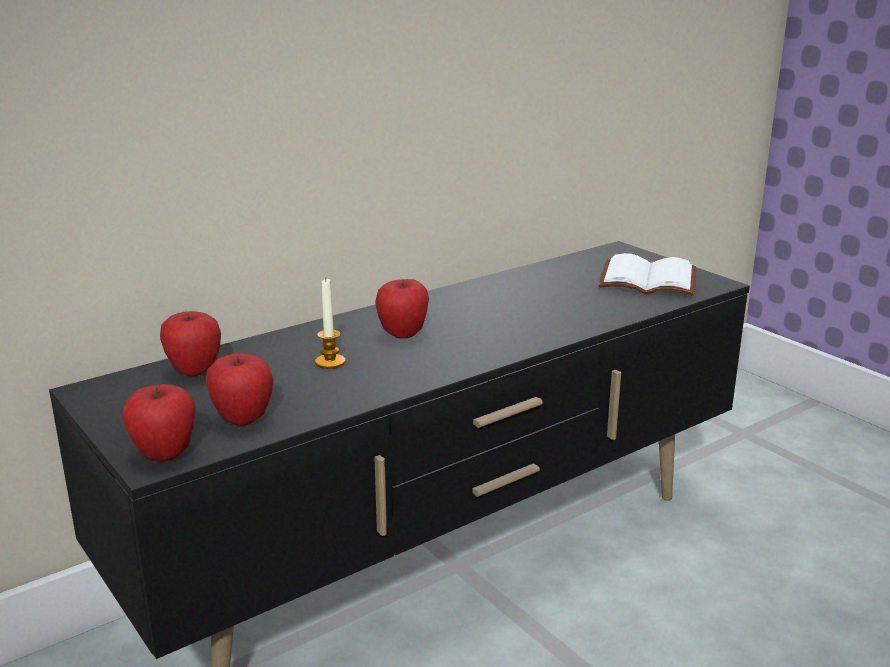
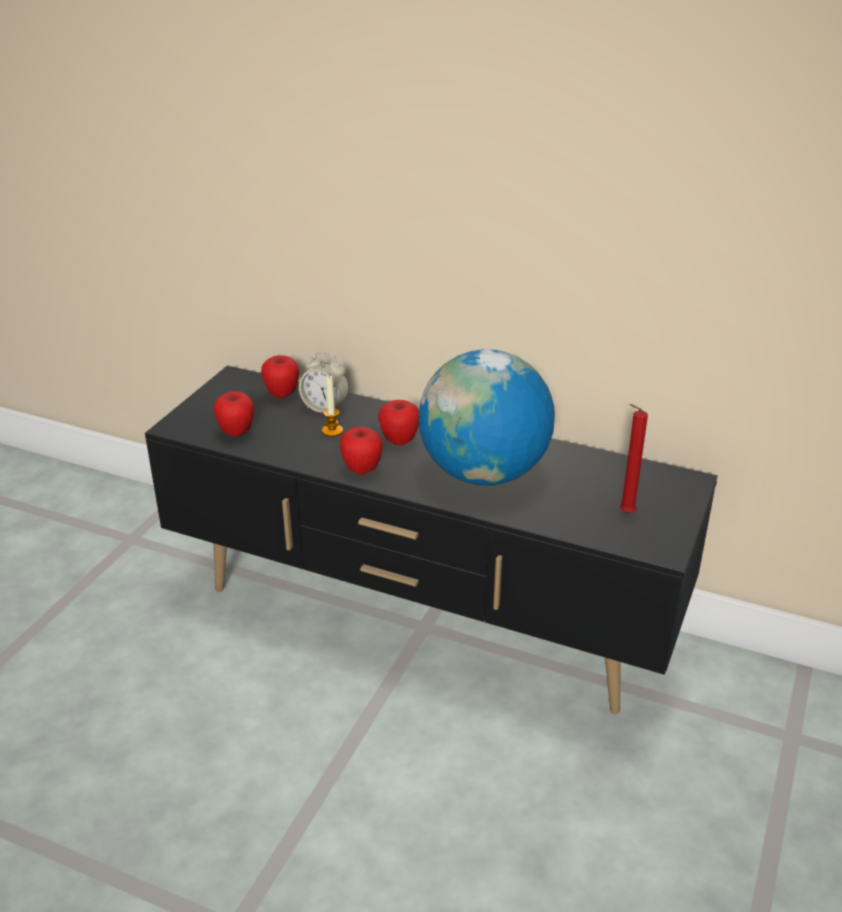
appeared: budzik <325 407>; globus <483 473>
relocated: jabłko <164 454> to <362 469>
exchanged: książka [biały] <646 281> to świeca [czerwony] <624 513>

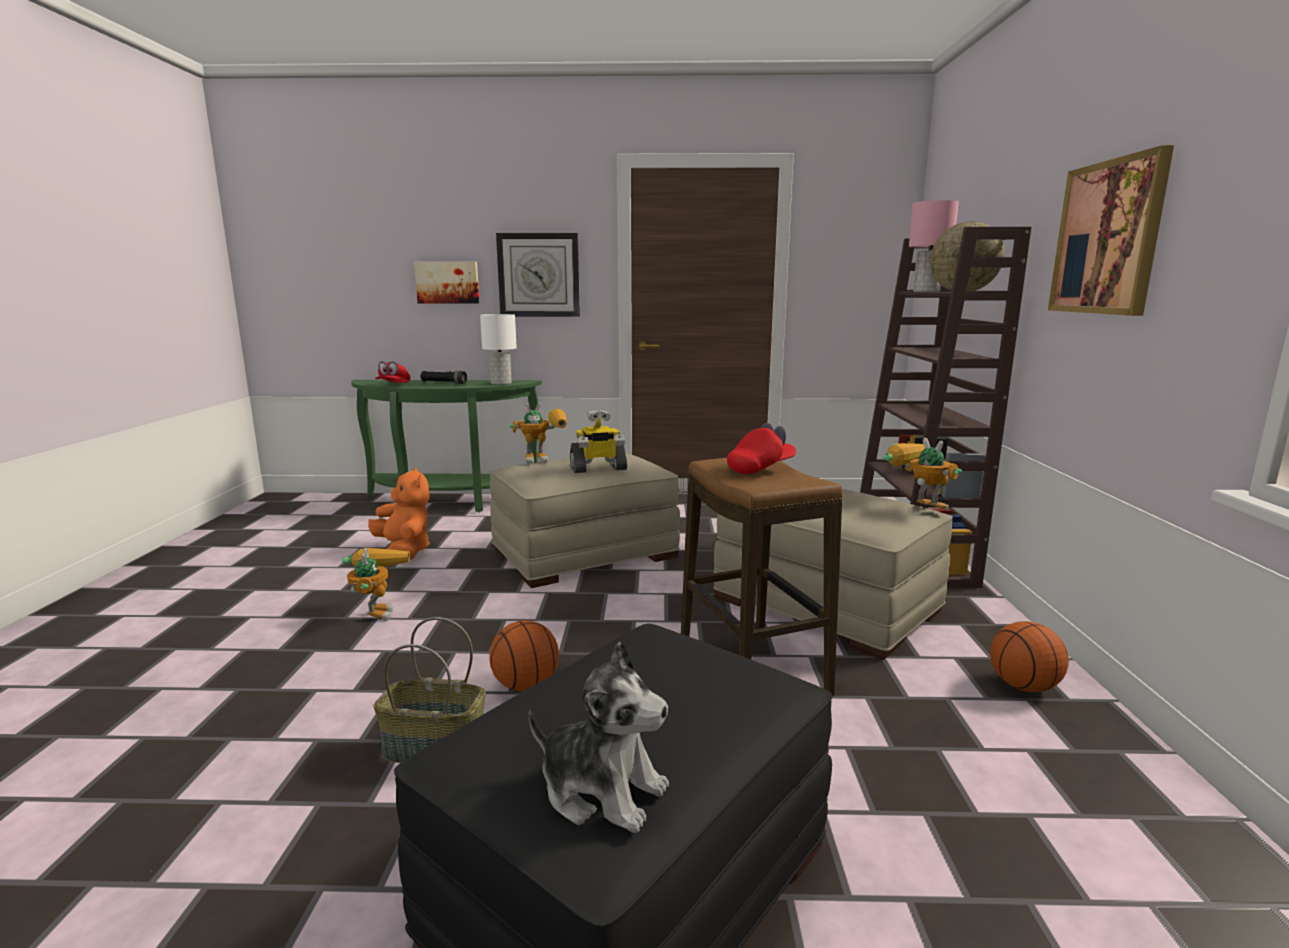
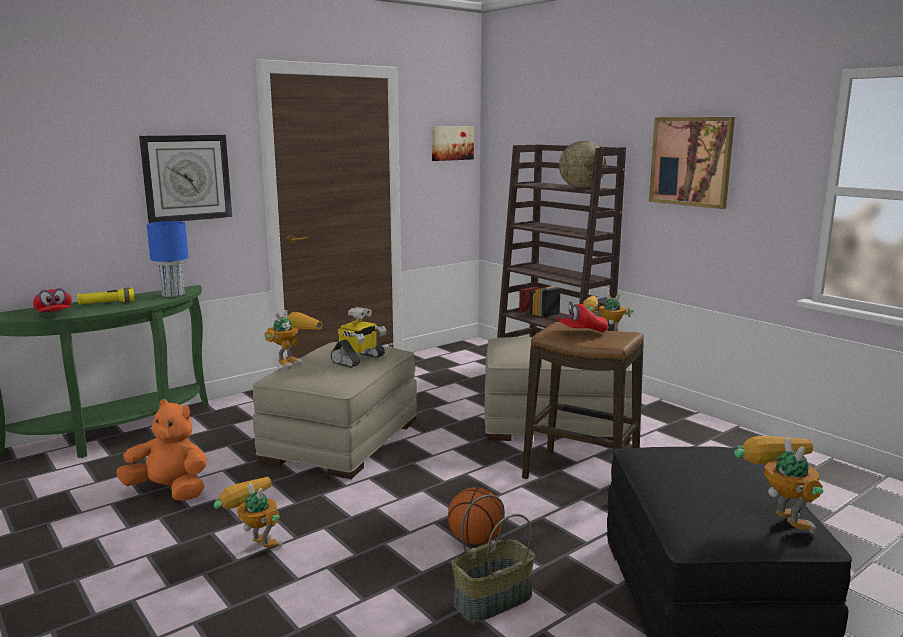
missing: lampa stołowa [różowy] <927 291>; piłka do koszykówki <1023 687>
relocated: obraz <447 282> to <451 143>
exchanged: pluszak <602 790> to robot zabawkowy <776 518>
colour: latarka [czarny] <444 383> to latarka [żółty] <107 303>; lampa stołowa [biały] <500 383> to lampa stołowa [niebieski] <172 294>
spun: czapka z daszkiem [czerwony] <761 468> = <581 332> 120 degrees counterclockwise

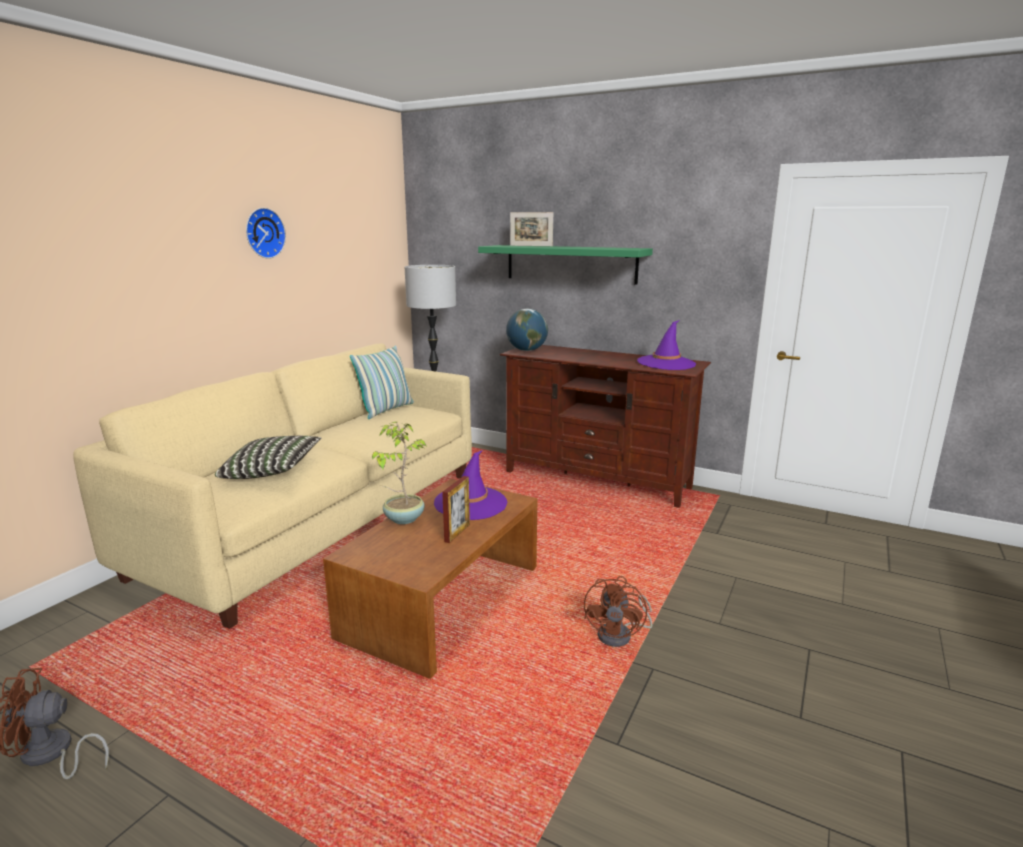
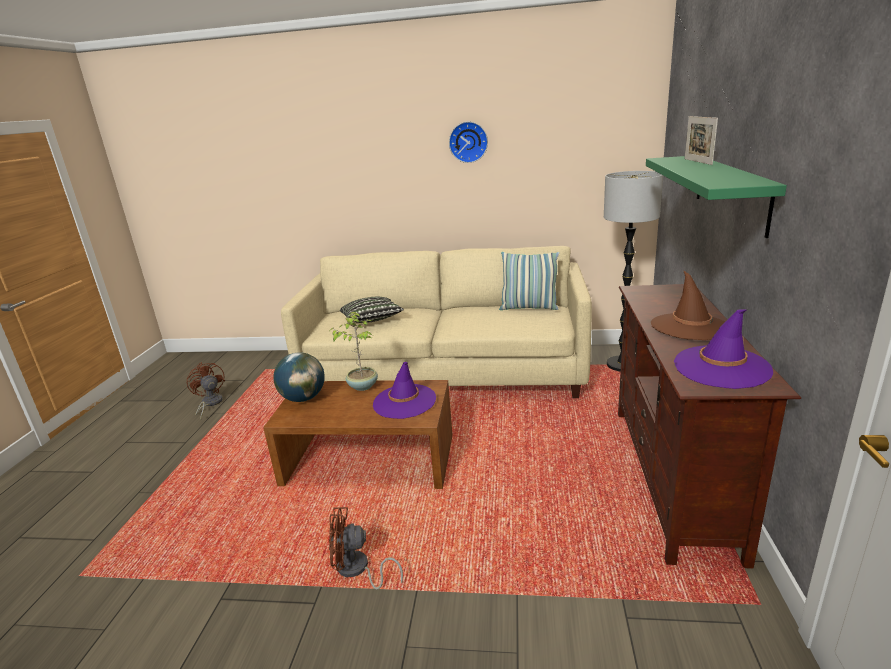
missing: ramka na zdjęcie <457 533>
appeared: kapelusz [brązowy] <690 327>
relocated: globus <526 350> to <303 398>

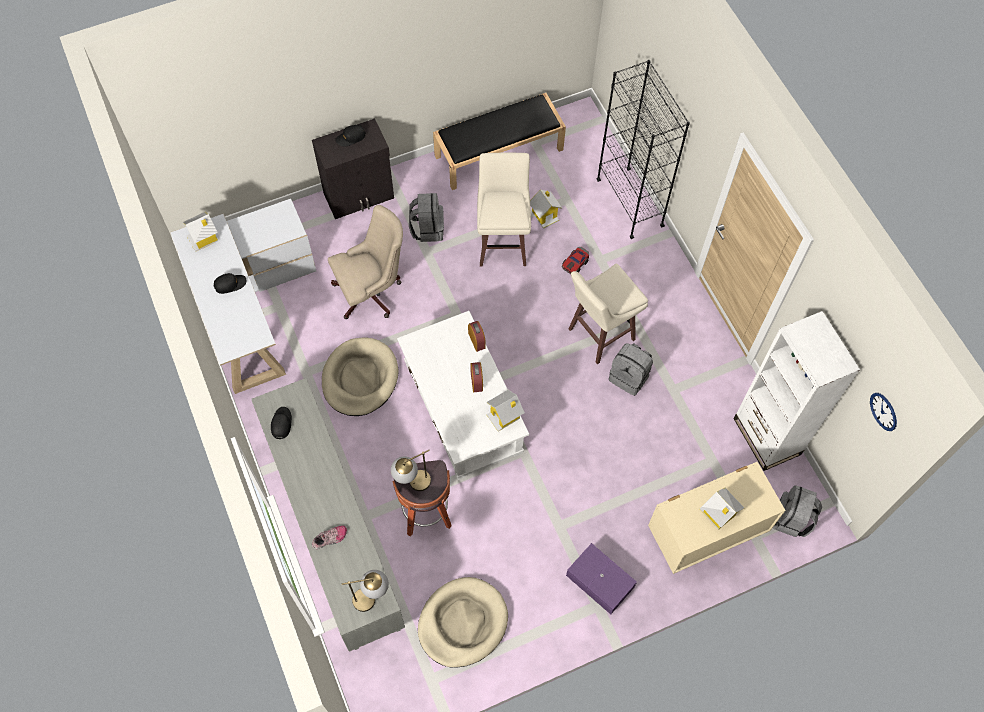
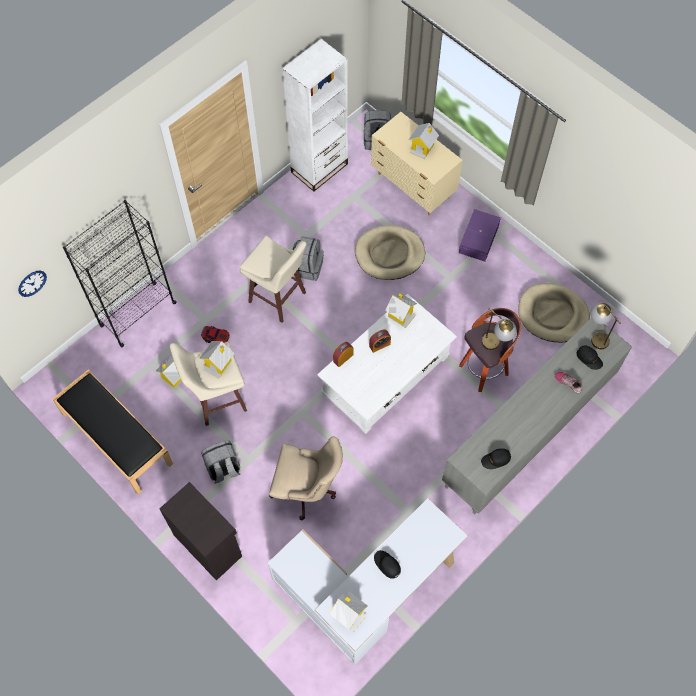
appeared: domek <218 364>
relocated: legowisko [beżowy] <360 378> to <389 254>; czapka z daszkiem [czarny] <350 137> to <589 358>; zegar ścienny <883 411> to <32 283>
spun: krzesło biurowe [beżowy] <372 292> = <307 489> 150 degrees clockwise

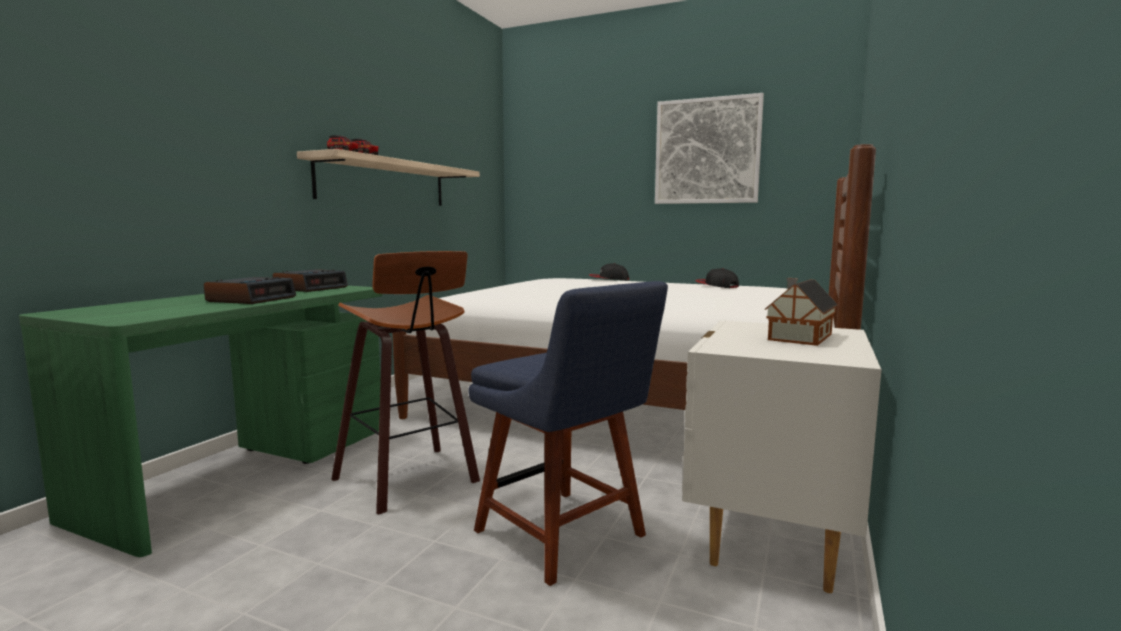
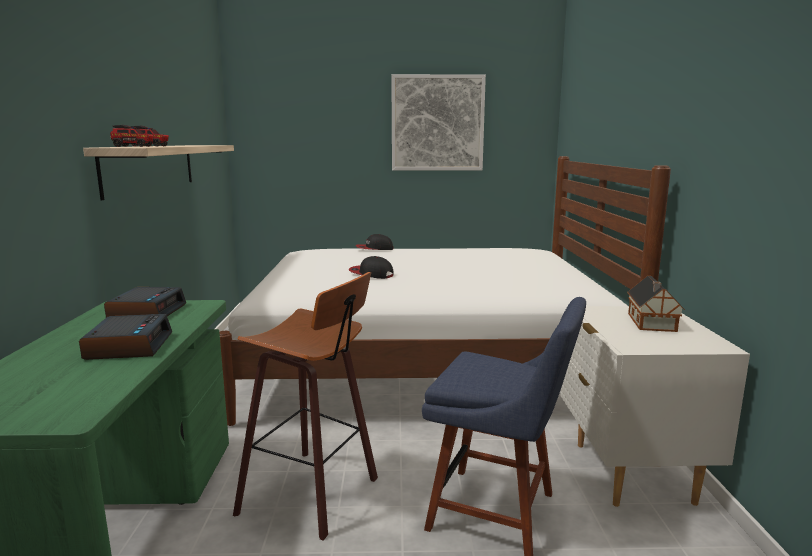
relocated: czapka z daszkiem <716 285> to <371 274>

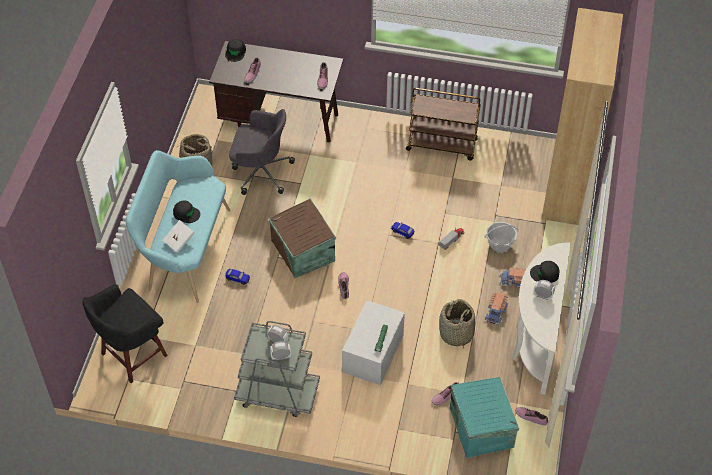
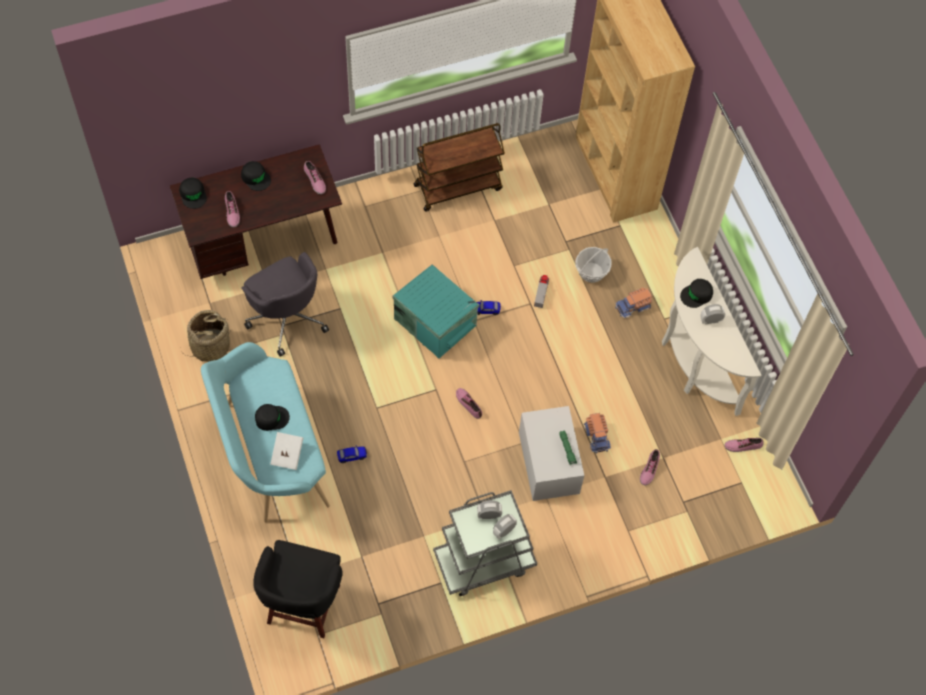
missing: pojemnik do przechowywania [brązowy] <302 251>; koszyk <456 334>
appeared: czapka z daszkiem [czarny] <256 177>
relocated: pojemnik do przechowywania [turkusowy] <482 426> to <435 321>; ciężarówka zabawkowa <496 312> to <597 436>
spun: krzesło biurowe [szary] <261 171> = <287 316> 75 degrees clockwise

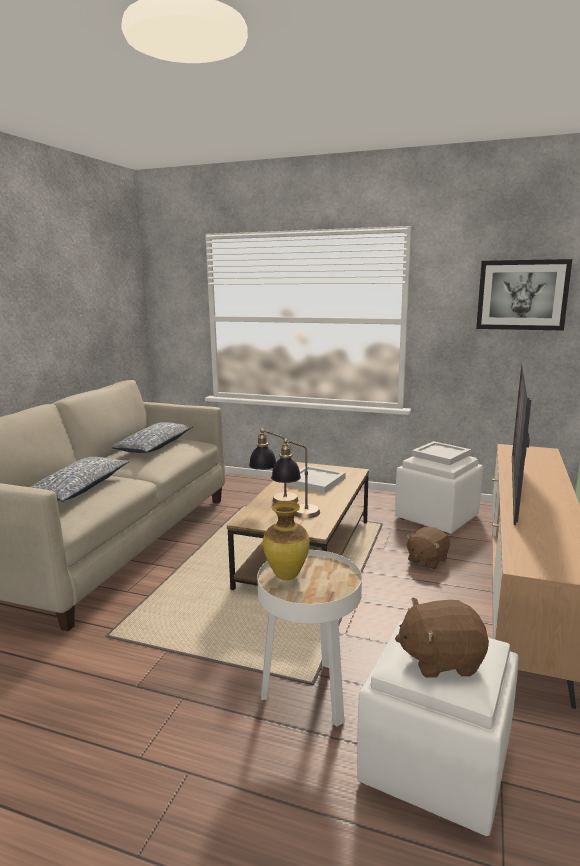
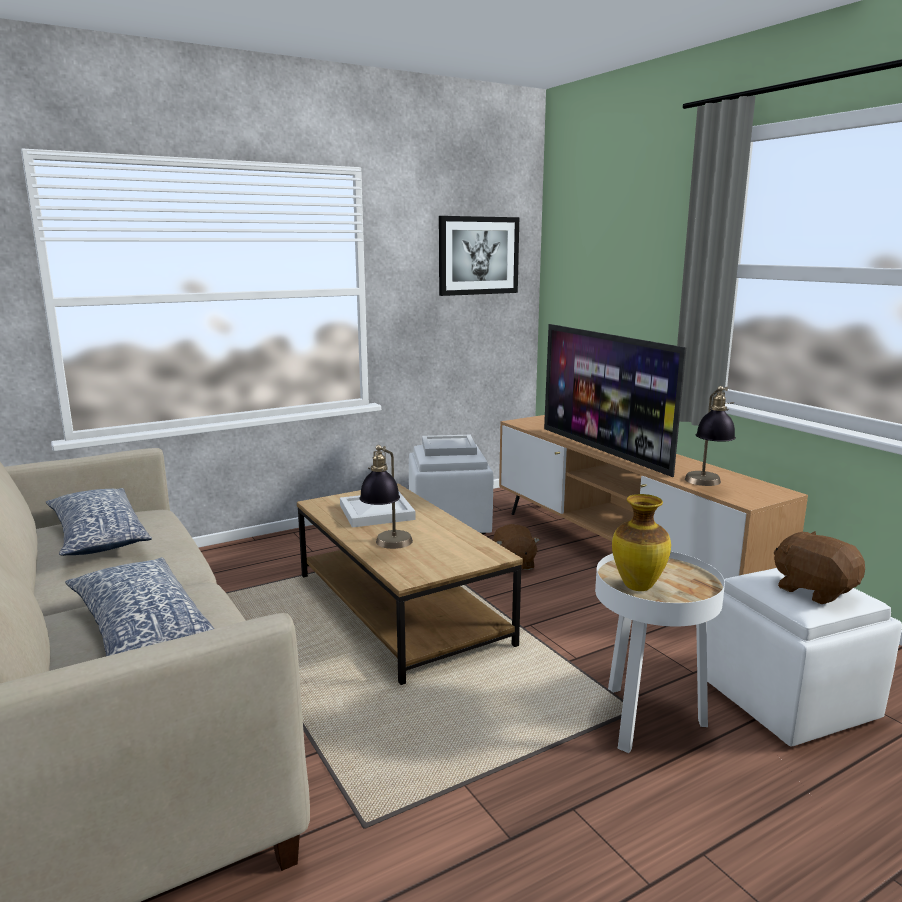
relocated: lampa stołowa <296 515> to <706 485>
spun: pluszak [brązowy] <440 659> = <814 590> 105 degrees clockwise

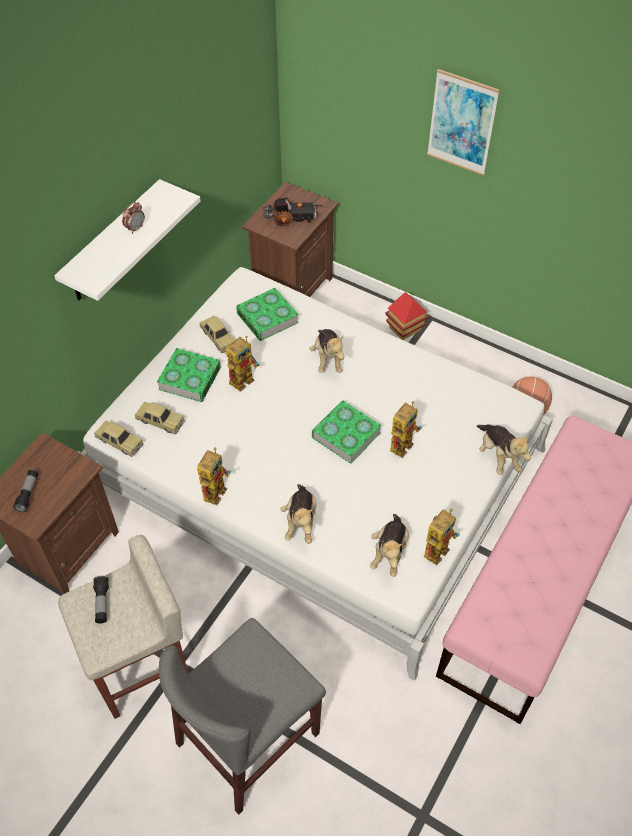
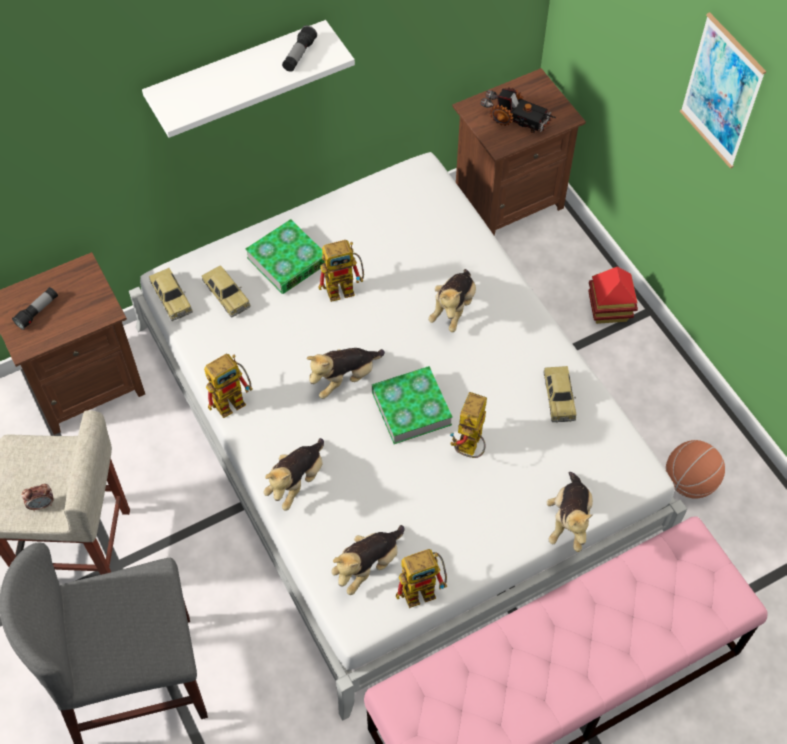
missing: książka <267 318>
appeared: pluszak <344 378>
relocated: latarka <102 603> to <299 55>; budzik <135 228> to <42 504>; samochodzik <218 337> to <559 397>
spun: robot zabawkowy <402 442> = <469 448> 135 degrees clockwise

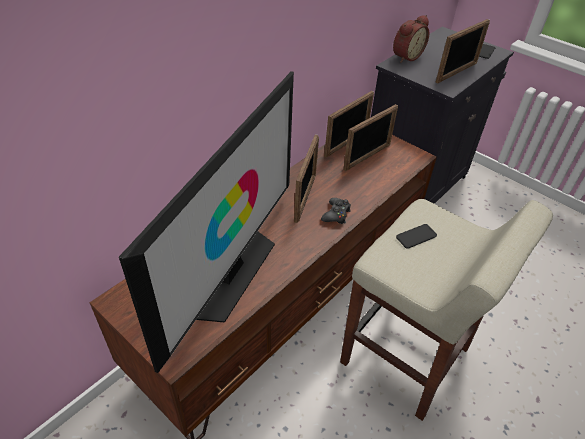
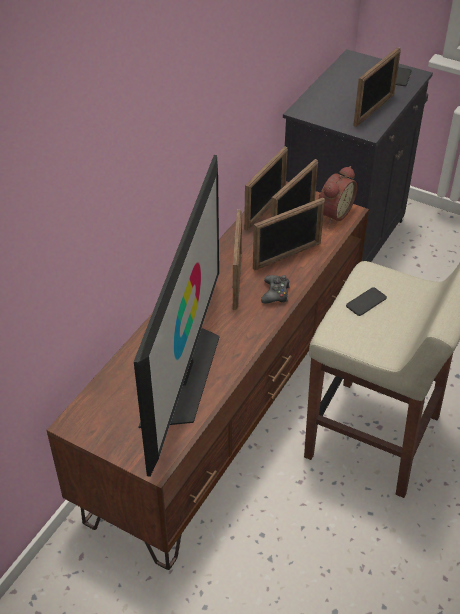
appeared: ramka na zdjęcie <287 256>
relocated: budzik <405 56> to <333 213>

